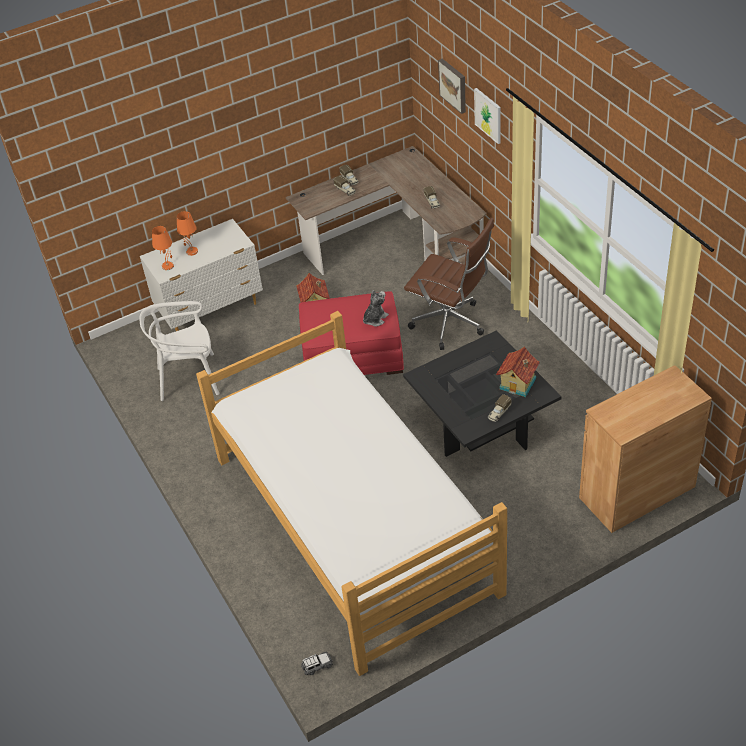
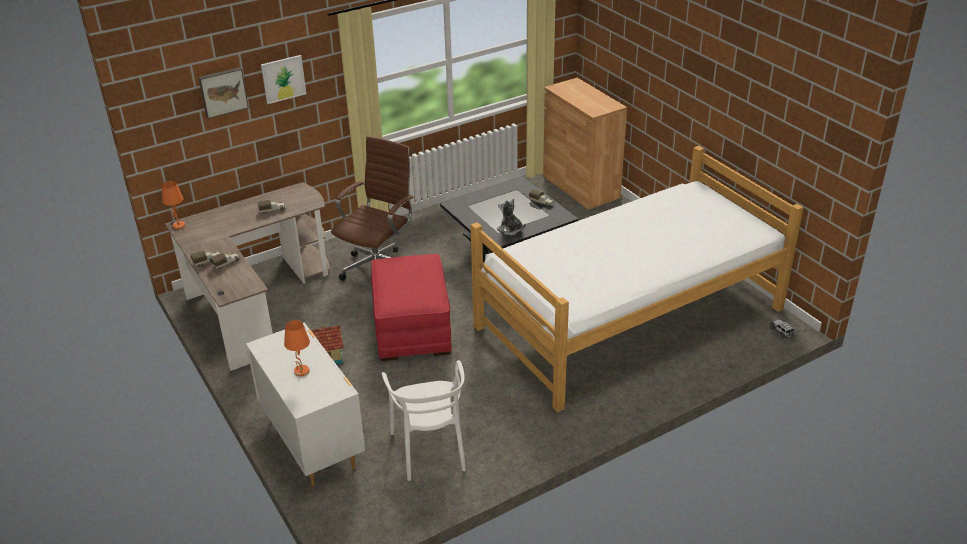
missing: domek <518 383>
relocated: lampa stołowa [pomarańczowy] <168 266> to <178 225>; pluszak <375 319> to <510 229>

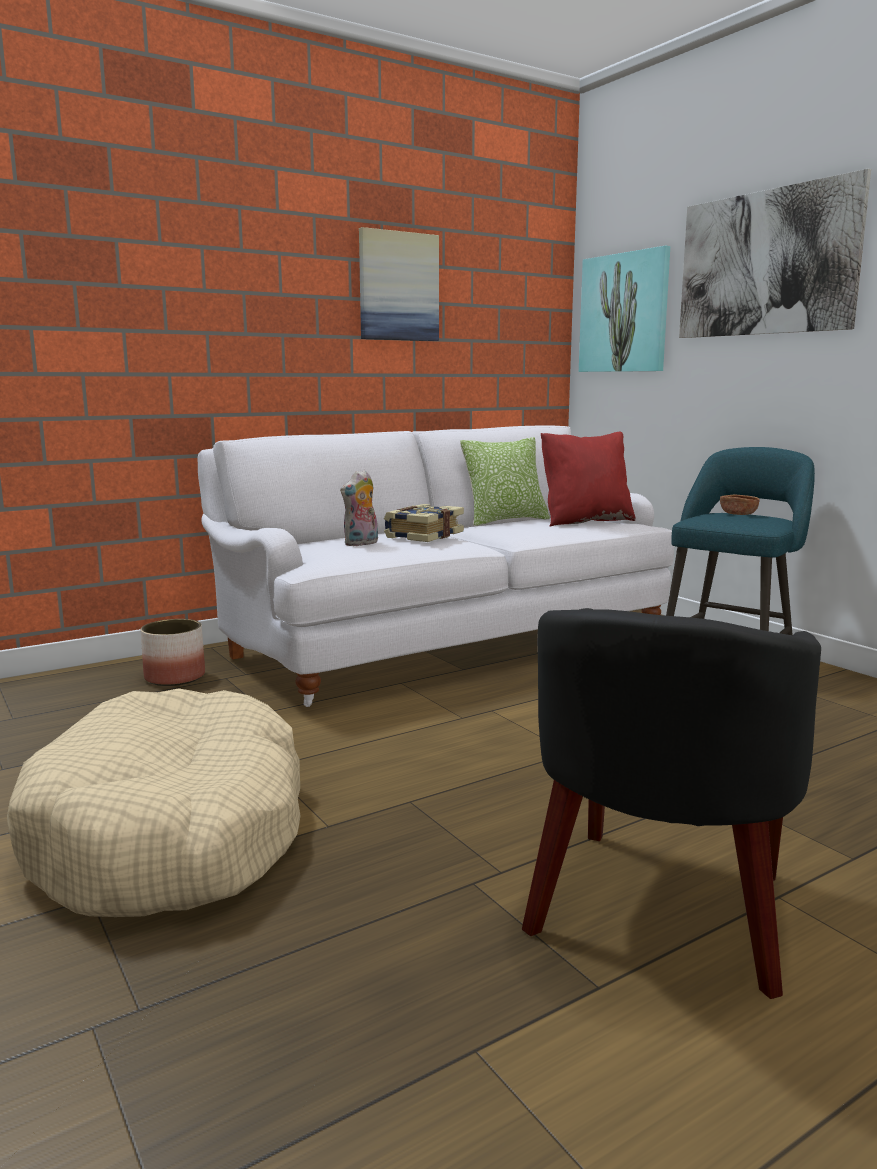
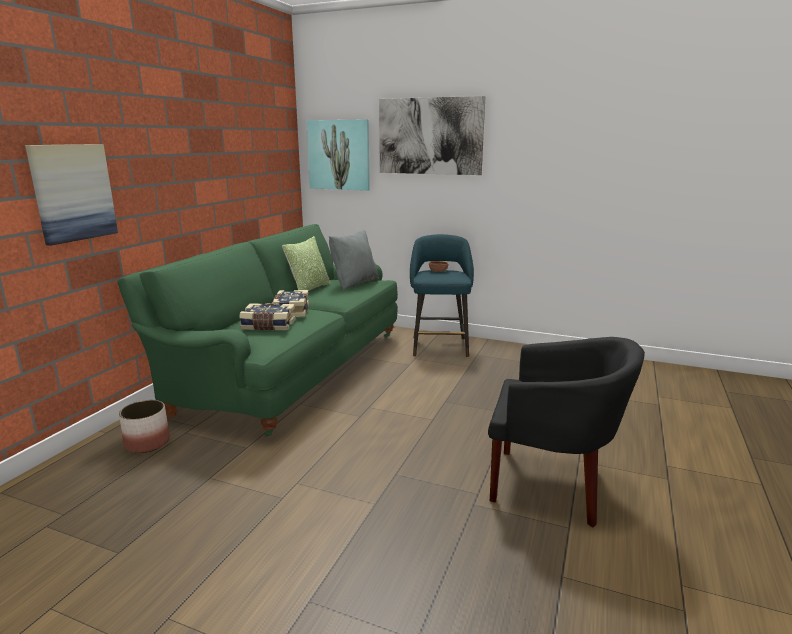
missing: legowisko [beżowy] <171 834>
relocated: obraz <398 286> to <73 192>
exchanged: pluszak <361 544> to książka <268 326>
colour: kanapa [biały] <444 641> to kanapa [zielony] <289 369>; poduszka [czerwony] <585 521> to poduszka [szary] <354 283>
spun: fotel [czarny] <659 911> = <551 485> 60 degrees counterclockwise

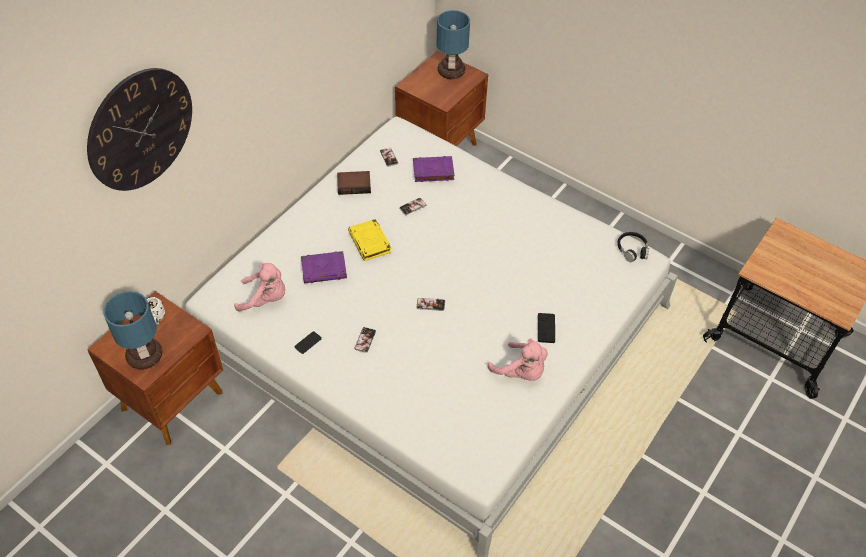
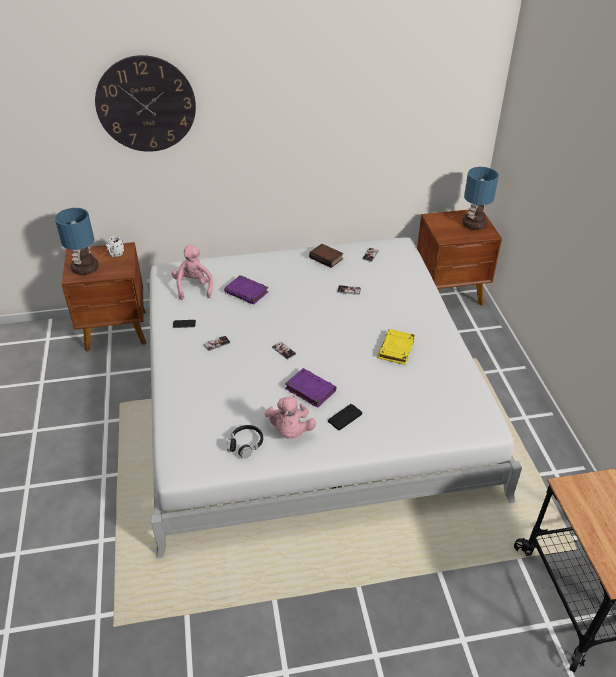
relocated: książka [żółty] <370 242> to <396 349>; książka [fioletowy] <433 171> to <310 389>; słuchawki [czarny] <632 250> to <245 444>
spun: pluszak [różowy] <265 299> = <194 287> 150 degrees counterclockwise

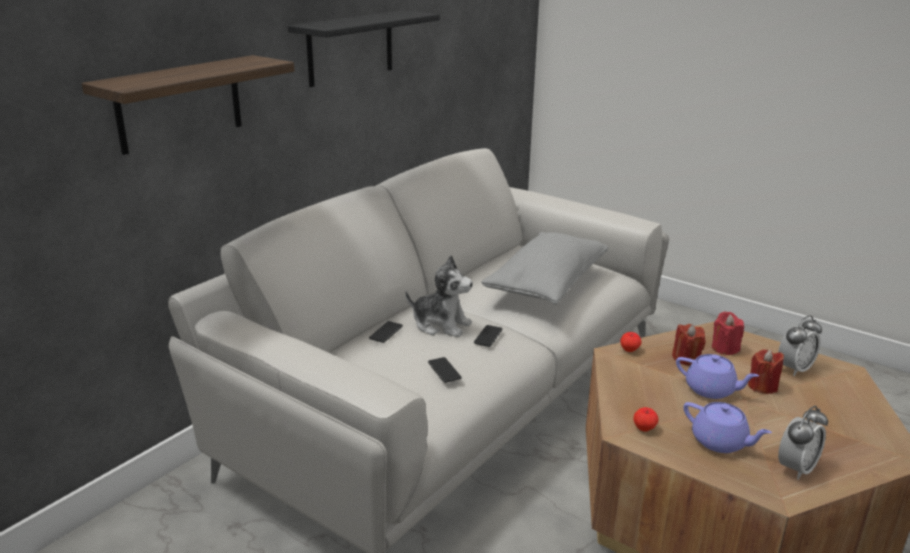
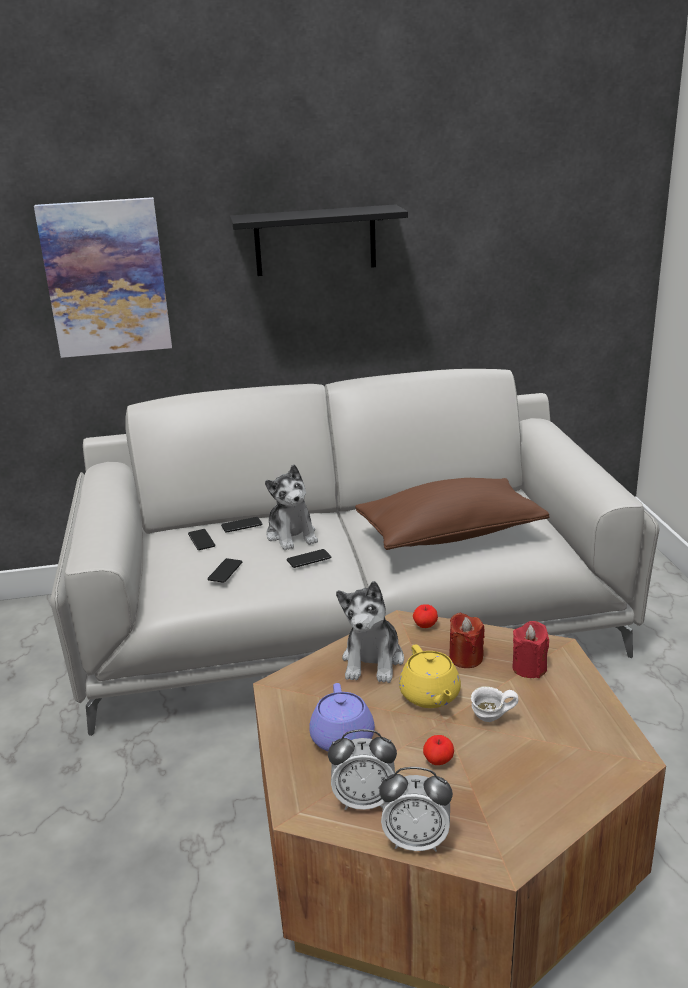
appeared: telefon <201 540>; pluszak <373 661>
relocated: jabłko <644 428> to <438 761>; budzik <794 369> to <416 841>
exchanged: półka <180 104> to obraz <106 278>; świeca [czerwony] <762 386> to kubek [biały] <491 720>
colour: poduszka [szary] <546 284> to poduszka [brązowy] <450 534>; imbryk [fioletowy] <711 390> to imbryk [żółty] <430 696>

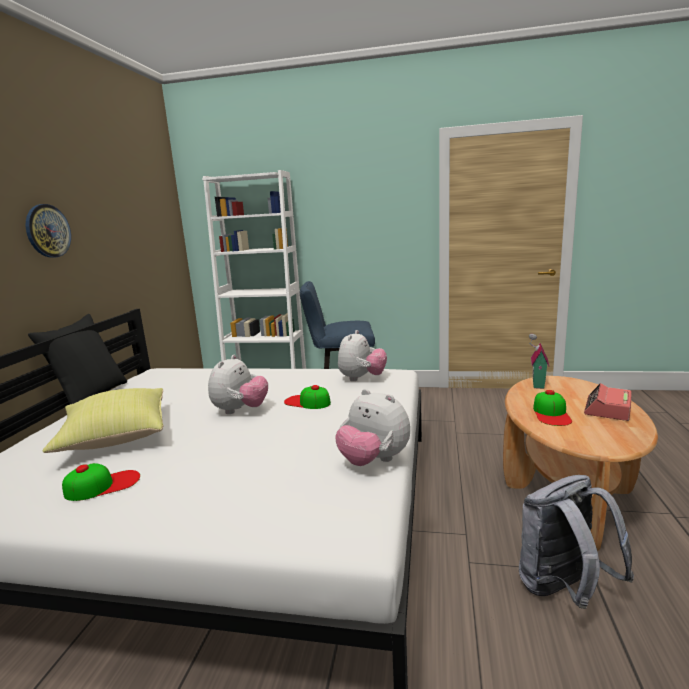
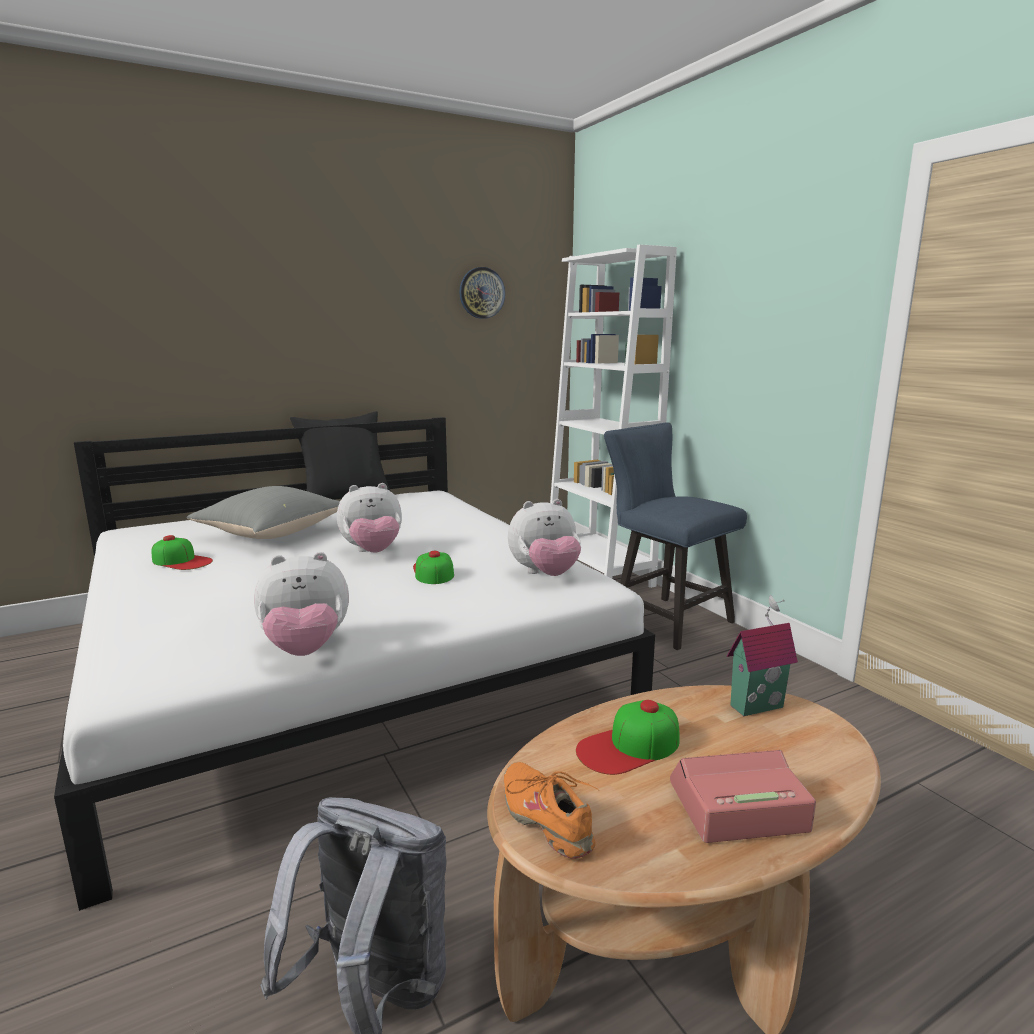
appeared: but [pomarańczowy] <547 818>
relocated: zegar ścienny <47 231> to <481 293>
colour: poduszka [żółty] <115 437> to poduszka [szary] <272 533>
spun: pluszak <374 461> = <306 649> 105 degrees counterclockwise

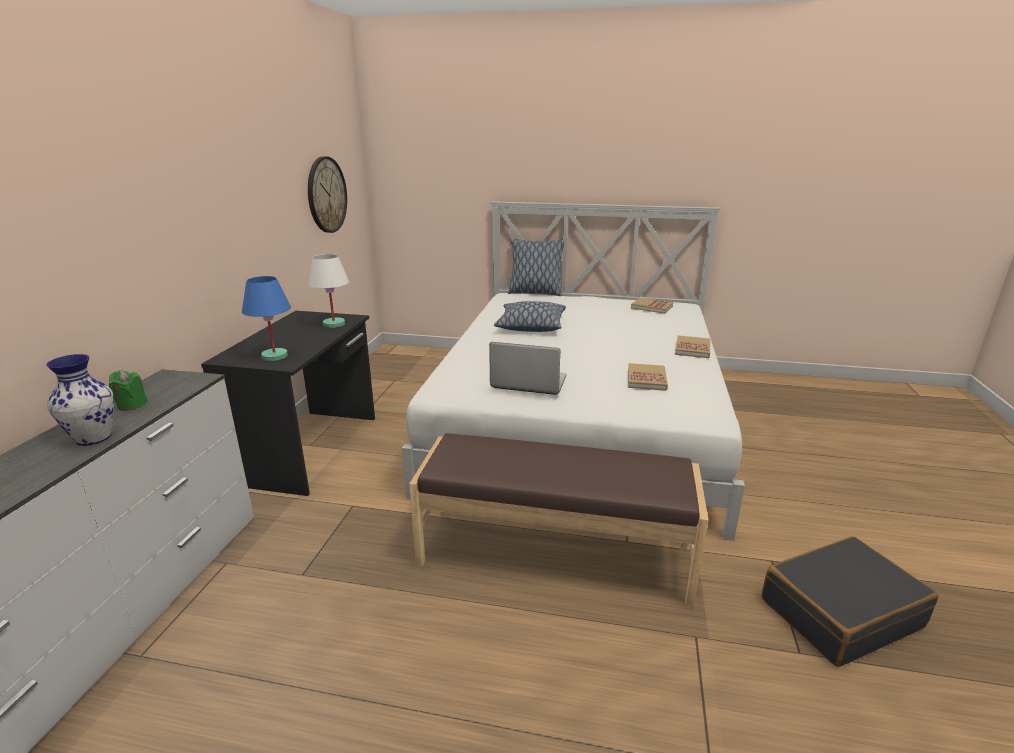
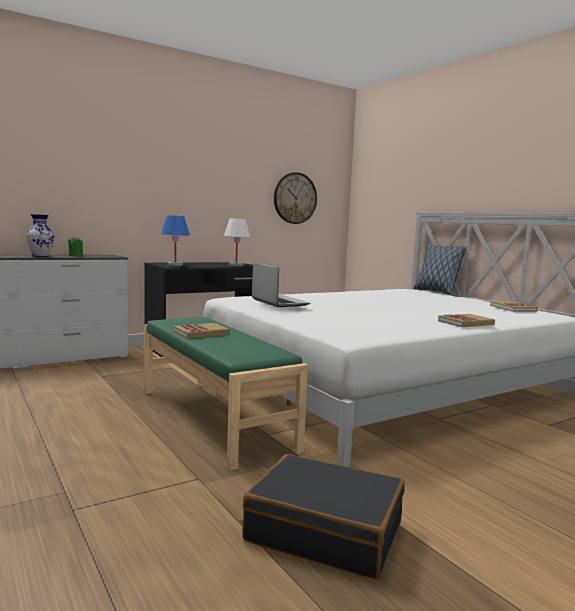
missing: poduszka <530 326>
relocated: książka <646 379> to <201 333>
colour: ławka [brązowy] <554 553> to ławka [zielony] <214 418>

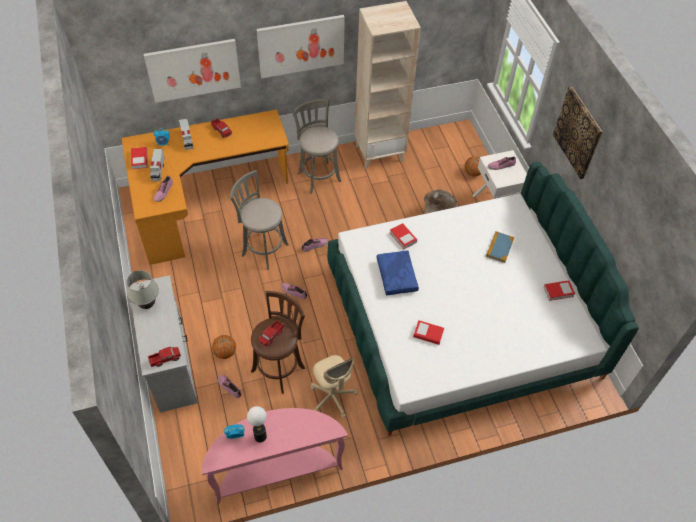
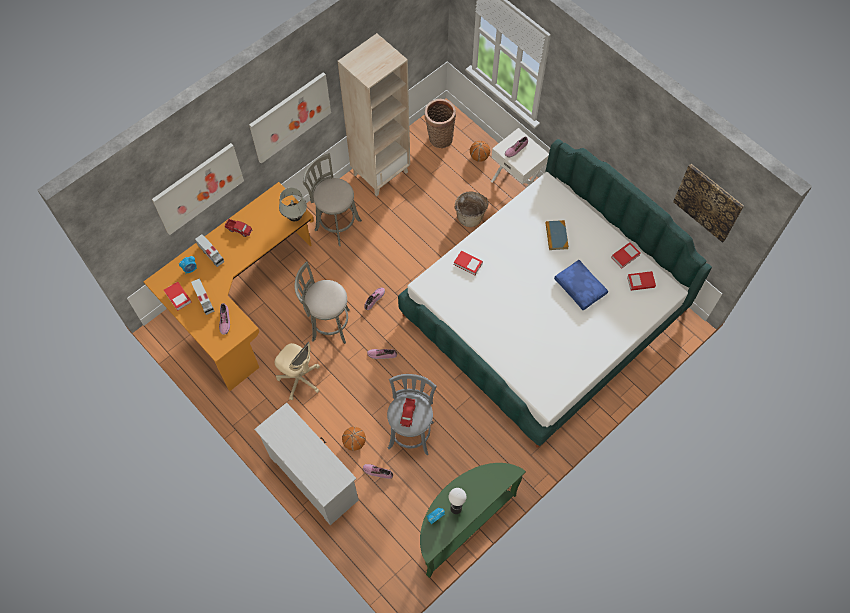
missing: ciężarówka zabawkowa <165 359>
appeared: koszyk <439 137>
relocated: lampa stołowa [biały] <147 305> to <295 217>; krzesło biurowe [beżowy] <332 397> to <300 379>; poduszka [niebieski] <397 276> to <581 287>; książka <428 334> to <640 282>; obraz <578 132> to <708 202>
colour: stolik konsolowy [różowy] <276 470> to stolik konsolowy [zielony] <461 524>; stołek [brązowy] <279 367> to stołek [szary] <411 432>

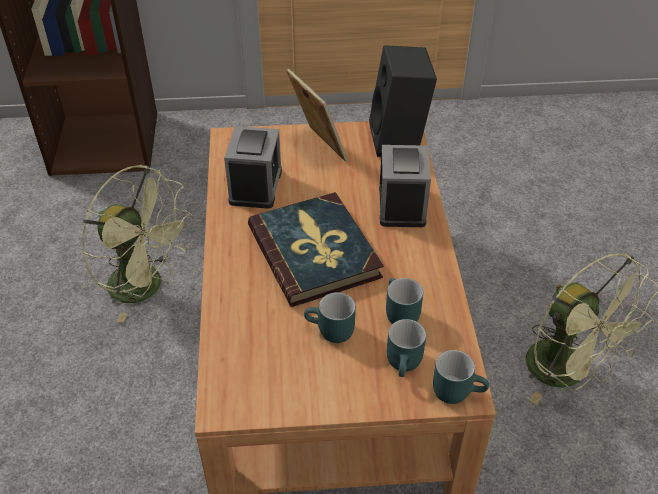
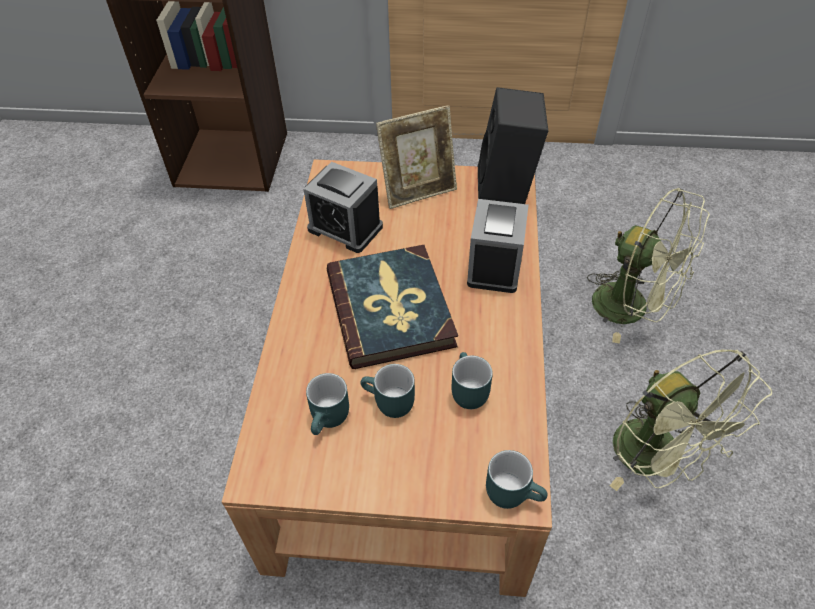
relocated: wentylator [zielony] <146 287> to <632 308>; kubek [turkusowy] <406 364> to <330 419>
spun: budzik <255 186> = <345 228> 105 degrees clockwise; ramka na zdjęcie <317 147> = <418 190> 90 degrees clockwise

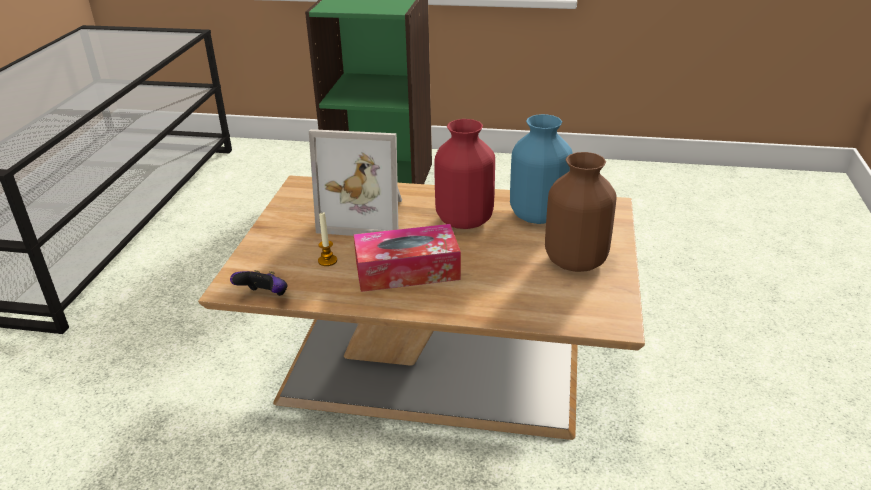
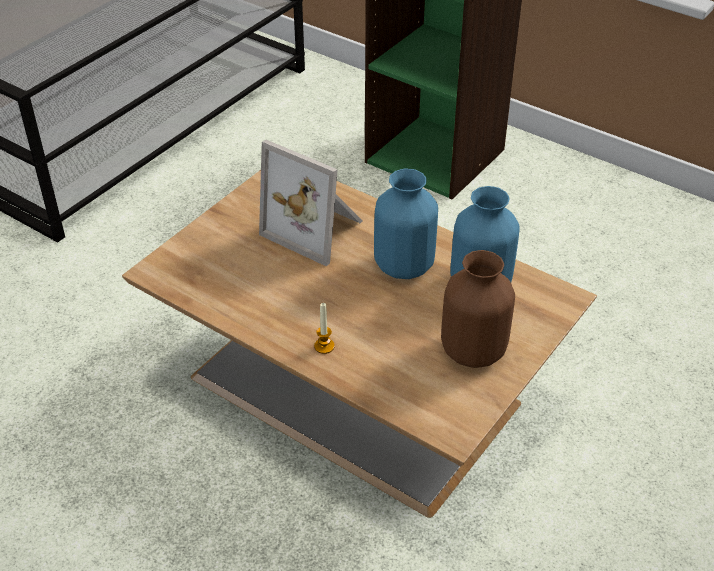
missing: pad do gier <264 296>; pudełko chusteczek <407 270>
relocated: świeca <327 261> to <324 346>
colour: wazon [czerwony] <465 220> to wazon [niebieski] <404 266>

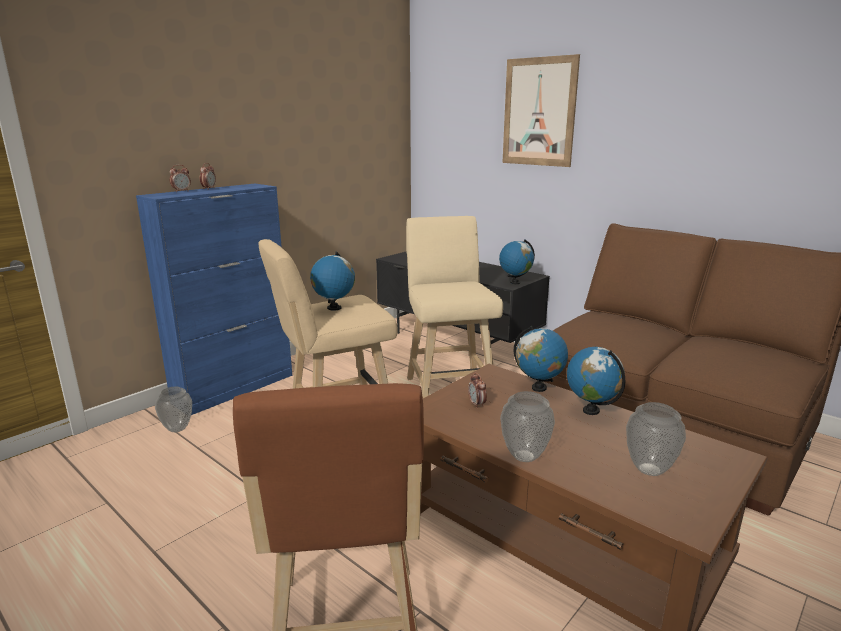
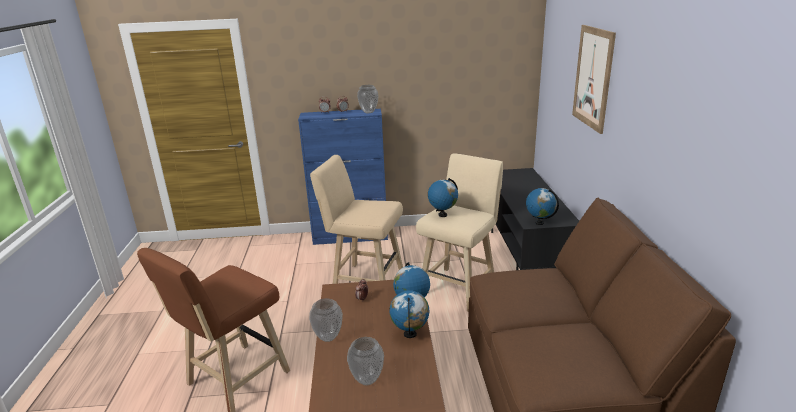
relocated: wazon <177 429> to <368 112>; globus <334 308> to <442 215>

